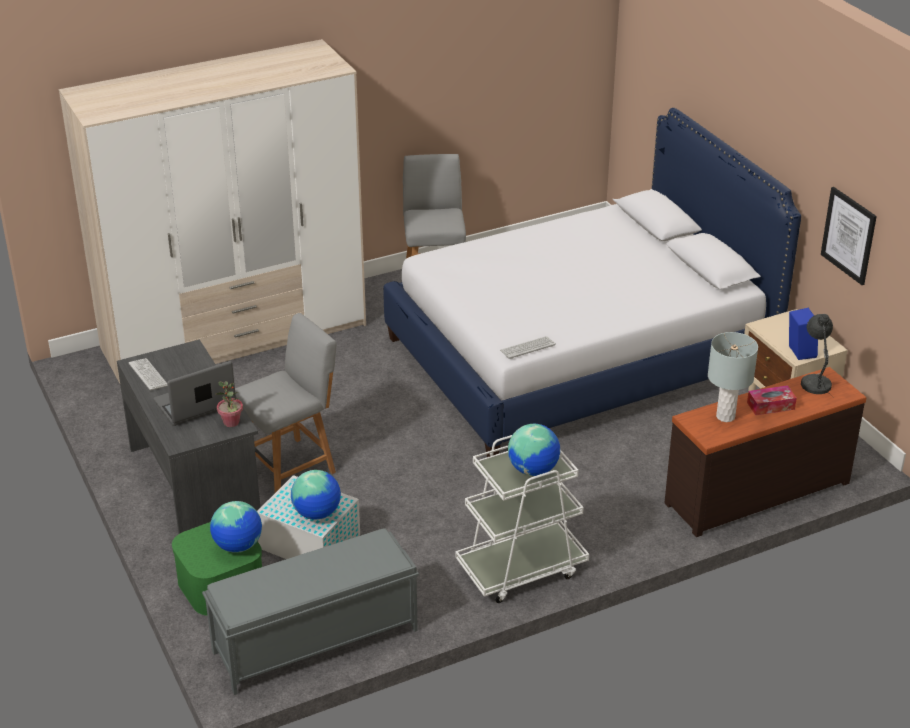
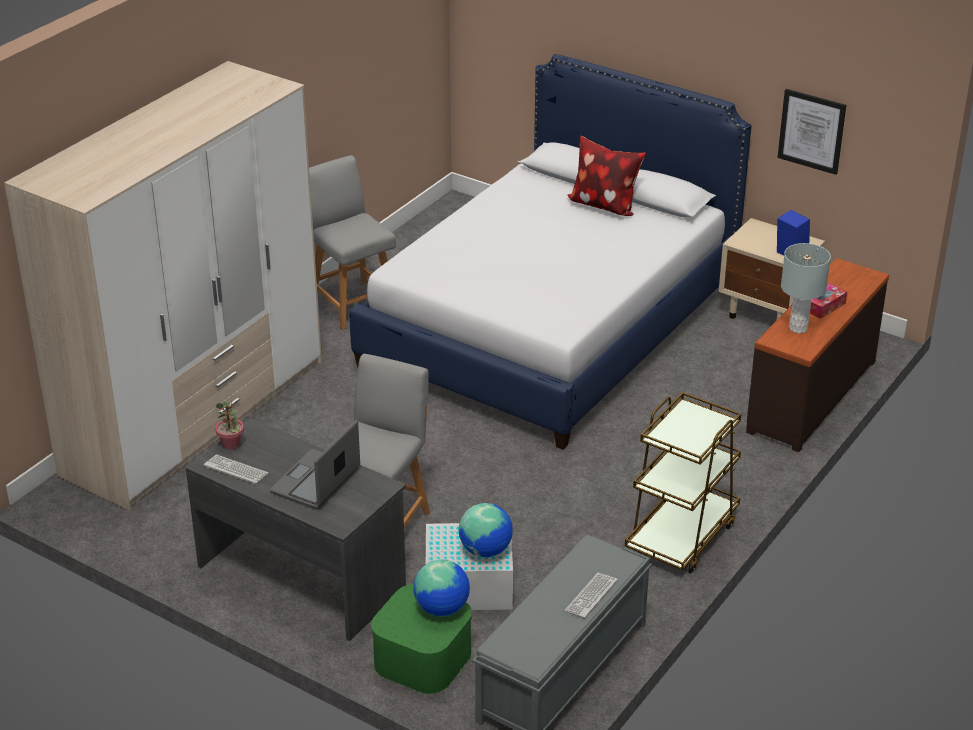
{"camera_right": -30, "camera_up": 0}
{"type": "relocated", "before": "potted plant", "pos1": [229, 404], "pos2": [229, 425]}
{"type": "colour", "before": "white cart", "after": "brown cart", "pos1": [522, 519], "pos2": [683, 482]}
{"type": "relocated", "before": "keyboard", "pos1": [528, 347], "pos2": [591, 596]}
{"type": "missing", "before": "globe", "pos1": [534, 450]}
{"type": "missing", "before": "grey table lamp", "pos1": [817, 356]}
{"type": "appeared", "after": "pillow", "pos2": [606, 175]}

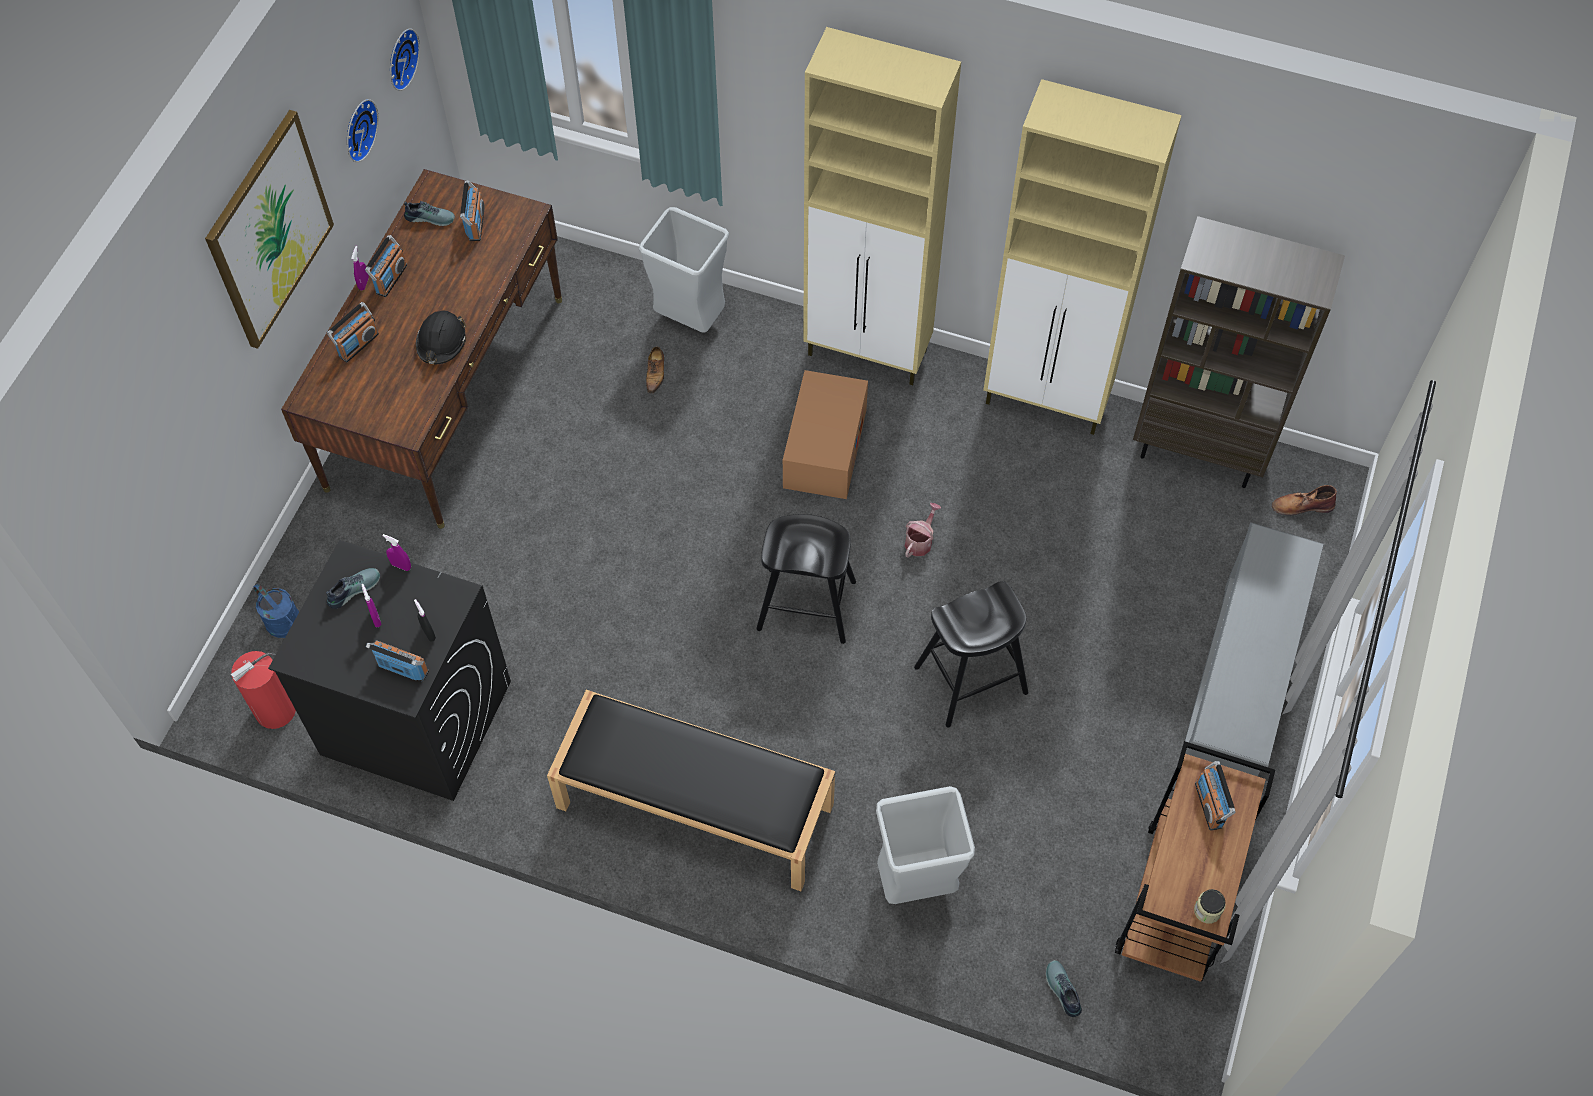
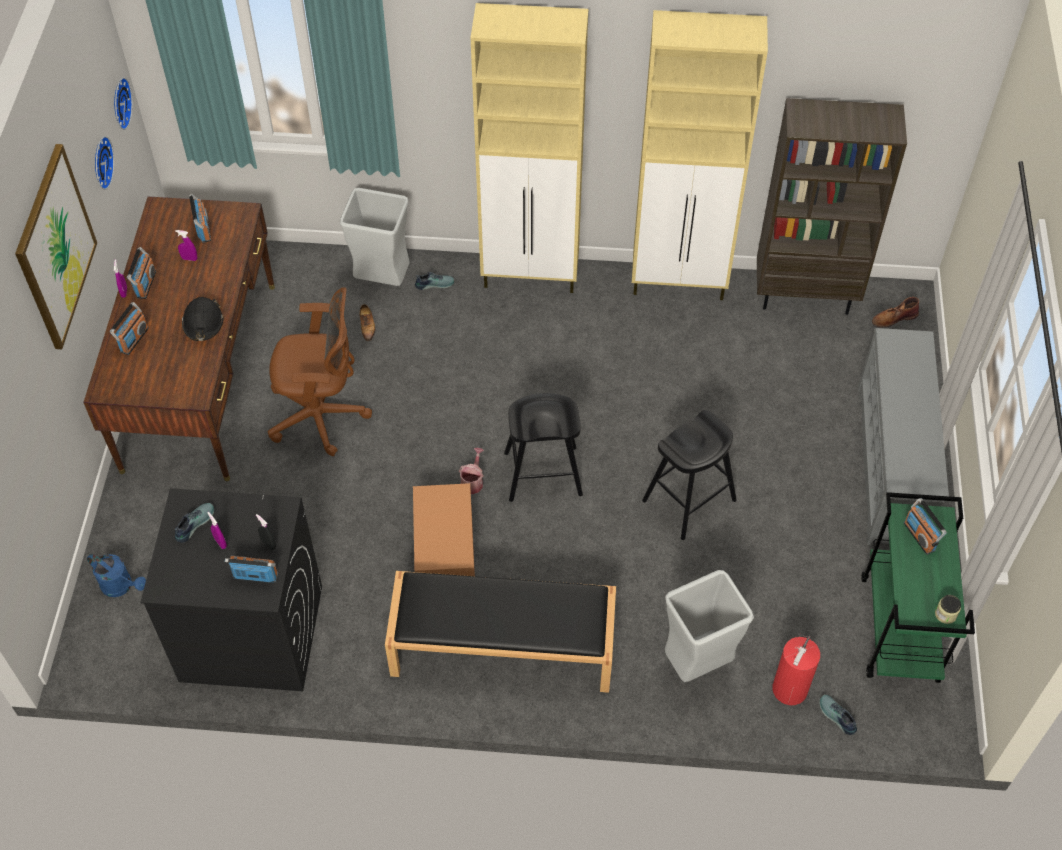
{"camera_right": -15, "camera_up": -5}
{"type": "relocated", "before": "fire extinguisher", "pos1": [263, 690], "pos2": [796, 669]}
{"type": "relocated", "before": "purple spray bottle", "pos1": [396, 552], "pos2": [186, 245]}
{"type": "relocated", "before": "shoe", "pos1": [429, 213], "pos2": [434, 281]}
{"type": "relocated", "before": "cardboard box", "pos1": [825, 434], "pos2": [444, 529]}
{"type": "relocated", "before": "watering can", "pos1": [923, 530], "pos2": [471, 471]}
{"type": "colour", "before": "brown cart", "after": "green cart", "pos1": [1195, 861], "pos2": [918, 587]}
{"type": "appeared", "after": "brown office chair", "pos2": [319, 371]}

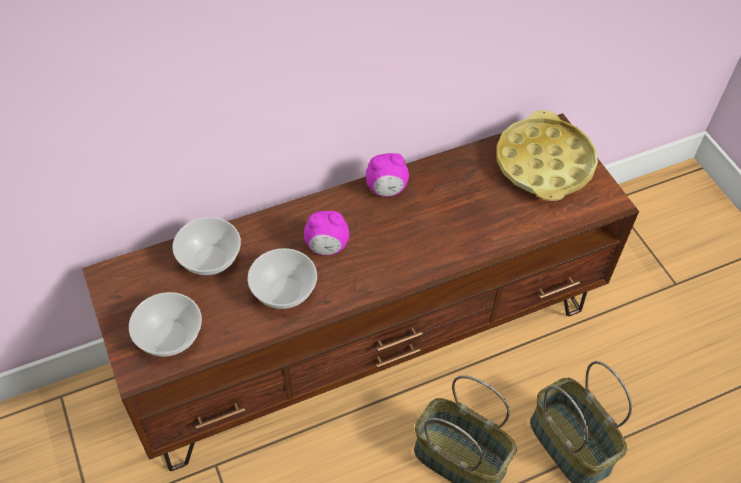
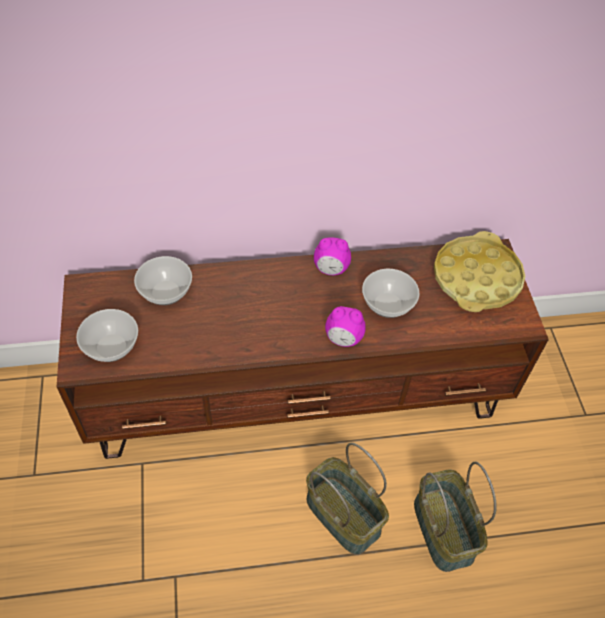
{"camera_right": 15, "camera_up": 0}
{"type": "relocated", "before": "bowl", "pos1": [282, 278], "pos2": [391, 293]}
{"type": "relocated", "before": "alarm clock", "pos1": [326, 233], "pos2": [345, 326]}

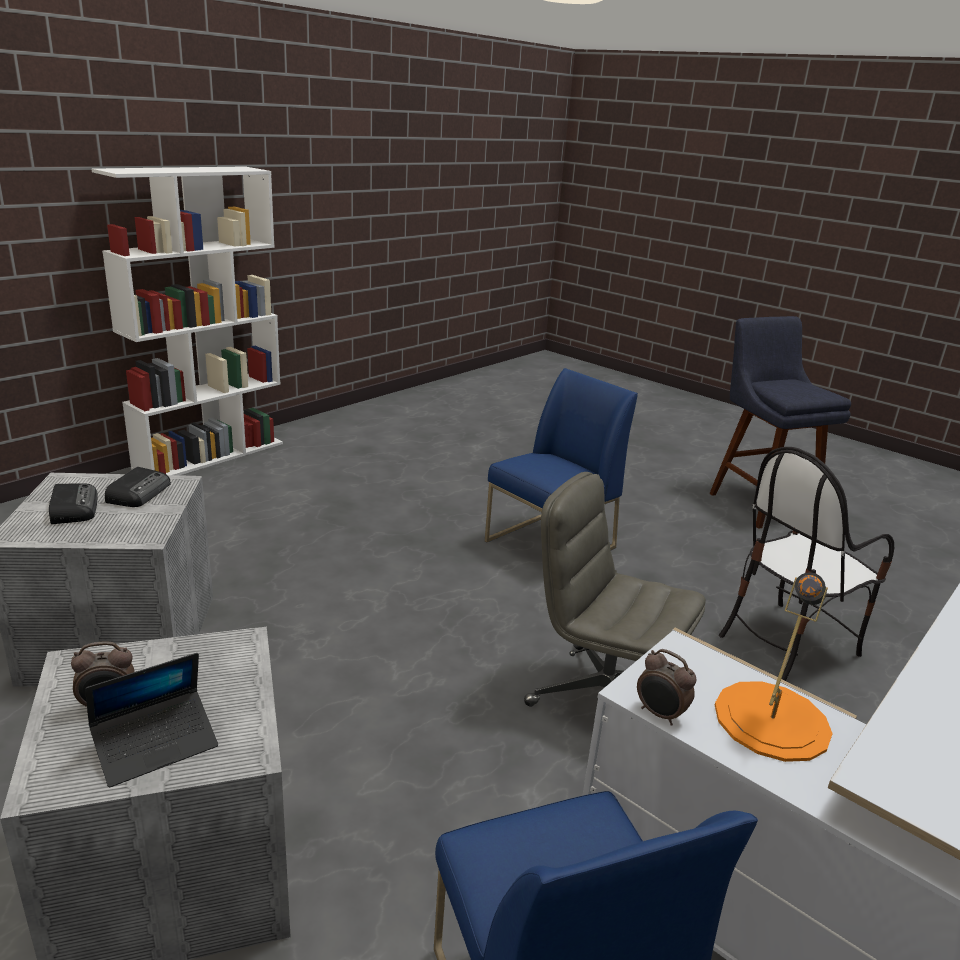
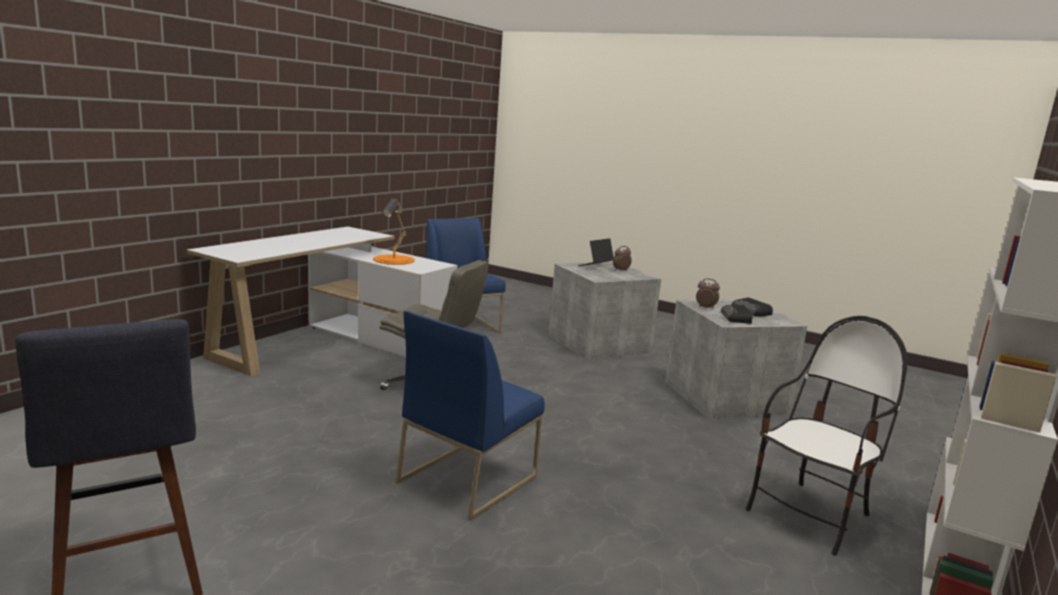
{"camera_right": 170, "camera_up": -10}
{"type": "relocated", "before": "alarm clock", "pos1": [666, 687], "pos2": [708, 293]}
{"type": "relocated", "before": "chair", "pos1": [806, 564], "pos2": [827, 436]}

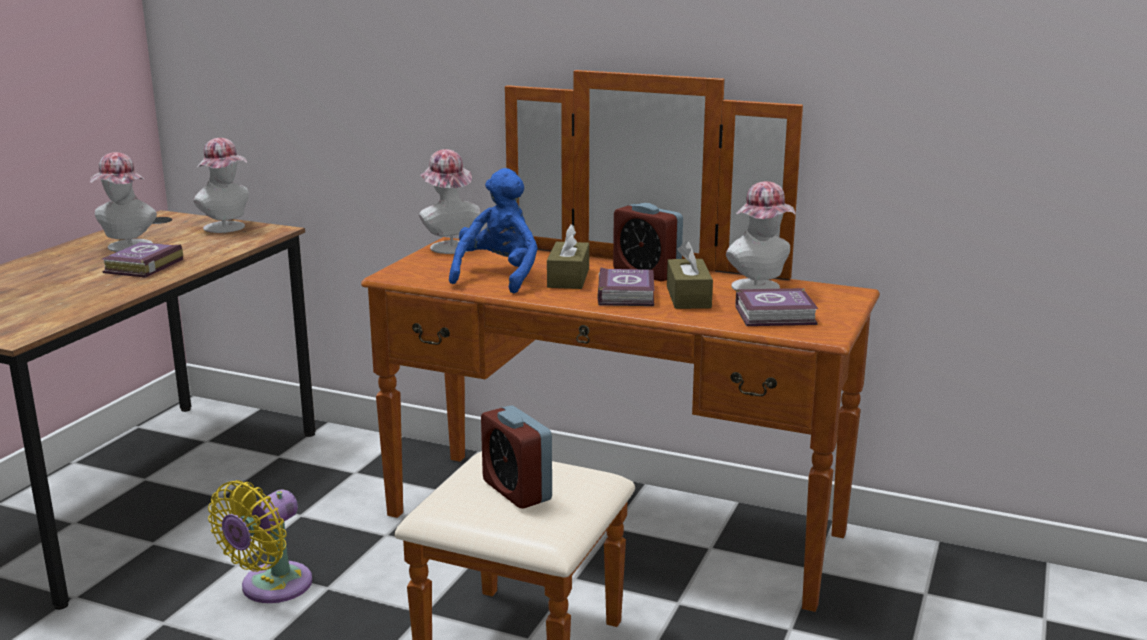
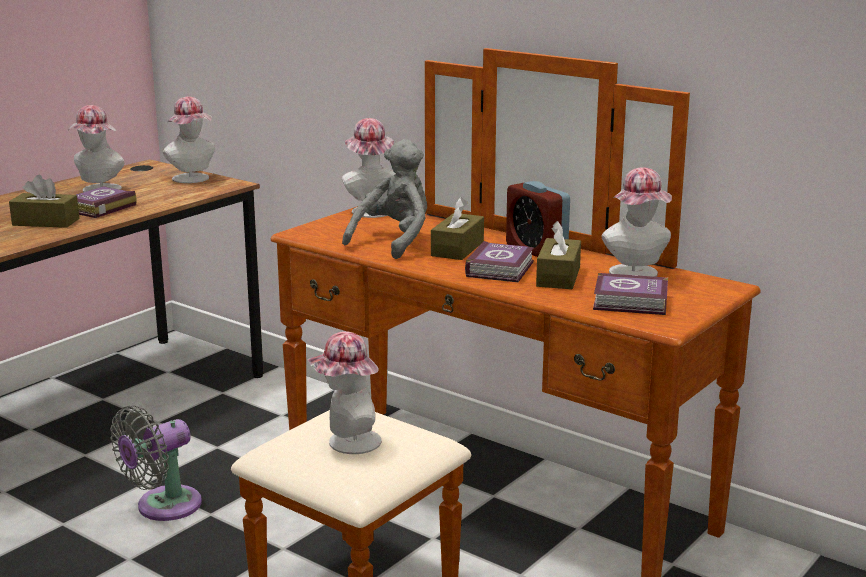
{"camera_right": 15, "camera_up": 0}
{"type": "colour", "before": "yellow fan", "after": "grey fan", "pos1": [260, 541], "pos2": [156, 463]}
{"type": "colour", "before": "blue plush toy", "after": "grey plush toy", "pos1": [493, 230], "pos2": [384, 199]}
{"type": "exchanged", "before": "alarm clock", "after": "hat", "pos1": [516, 457], "pos2": [344, 392]}
{"type": "appeared", "after": "brown tissue box", "pos2": [44, 201]}

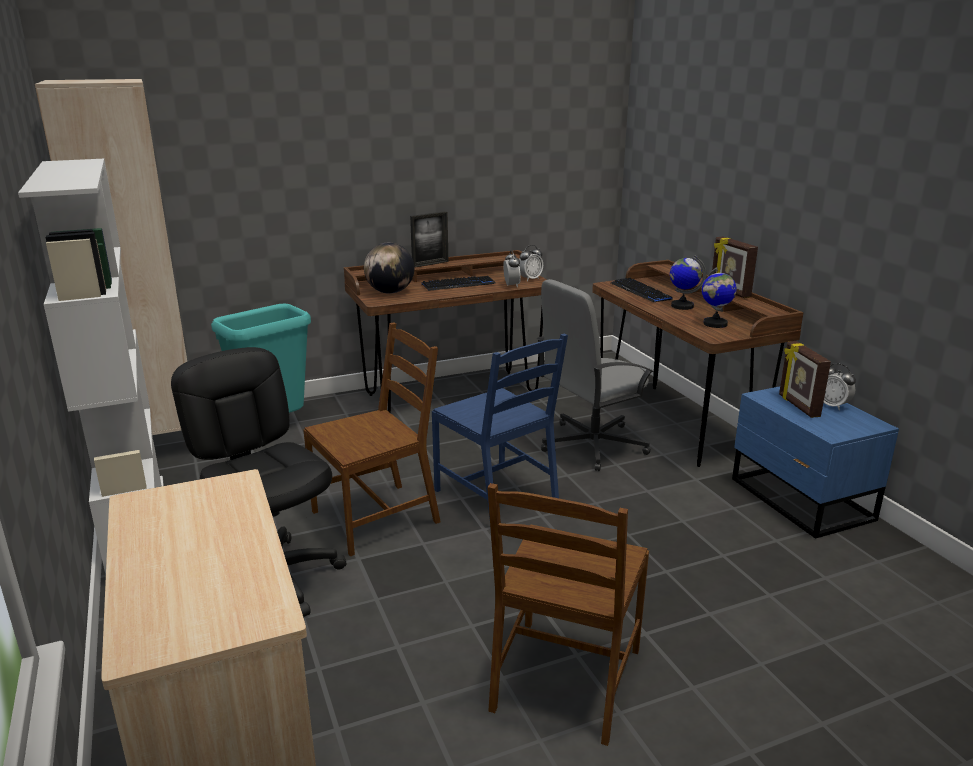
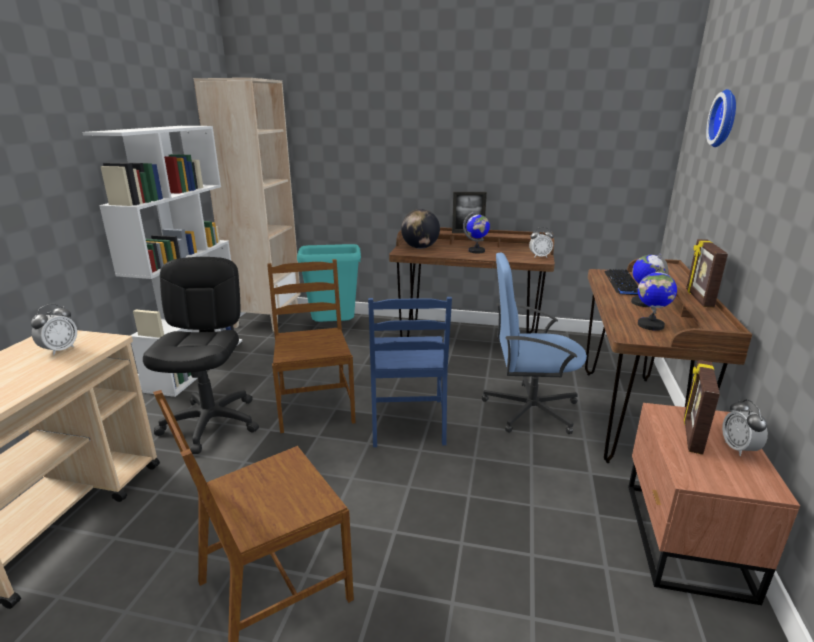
{"camera_right": 35, "camera_up": 0}
{"type": "spun", "before": "brown chair", "pos1": [372, 439], "pos2": [311, 346], "turn": -105}
{"type": "exchanged", "before": "keyboard", "after": "globe", "pos1": [458, 283], "pos2": [476, 232]}
{"type": "relocated", "before": "alarm clock", "pos1": [512, 269], "pos2": [54, 329]}
{"type": "colour", "before": "grey office chair", "after": "blue office chair", "pos1": [595, 375], "pos2": [534, 343]}
{"type": "colour", "before": "blue nightstand", "after": "brown nightstand", "pos1": [815, 462], "pos2": [714, 504]}
{"type": "appeared", "after": "wall clock", "pos2": [721, 118]}

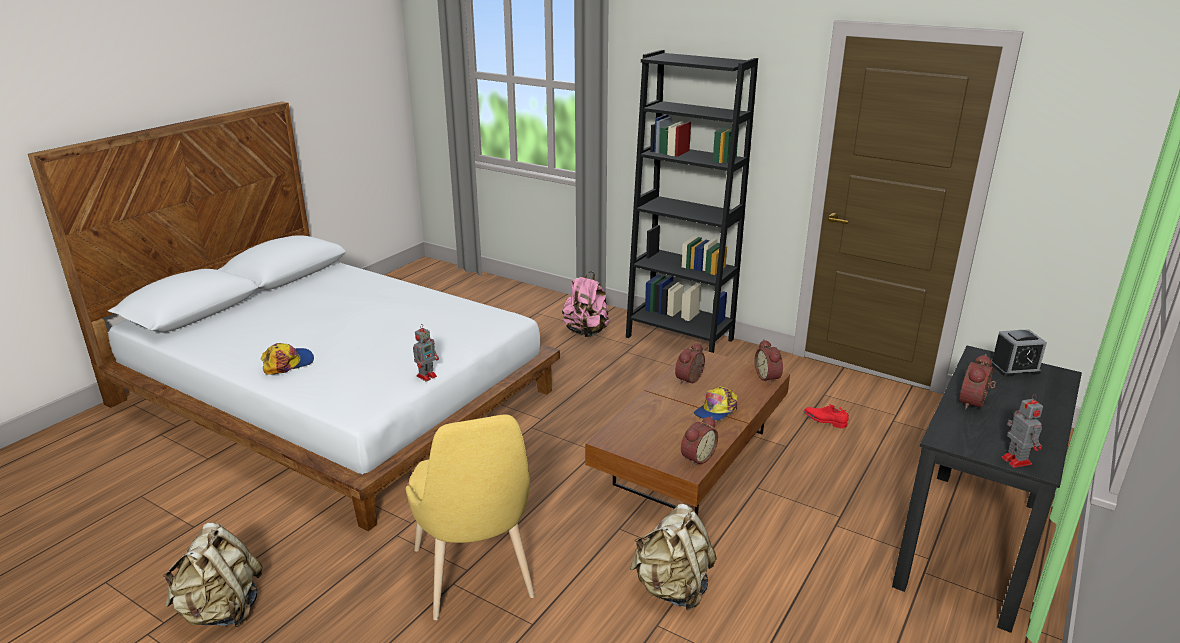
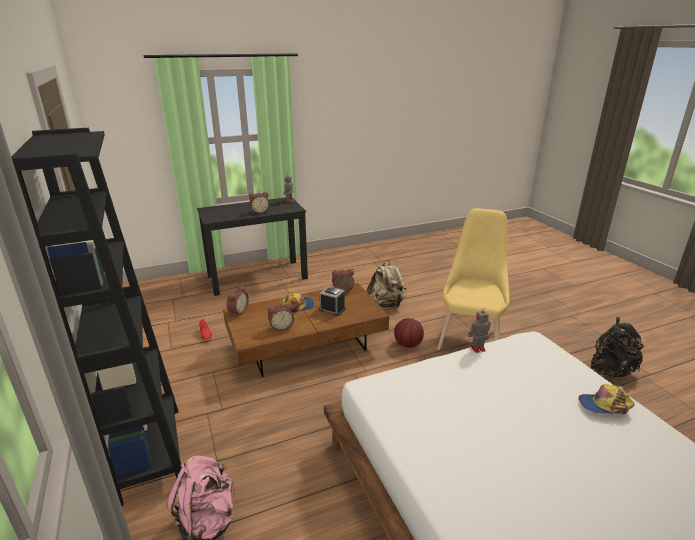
{"camera_right": -145, "camera_up": 0}
{"type": "colour", "before": "beige backpack", "after": "black backpack", "pos1": [213, 575], "pos2": [618, 347]}
{"type": "relocated", "before": "alarm clock", "pos1": [1019, 353], "pos2": [332, 301]}
{"type": "appeared", "after": "basketball", "pos2": [409, 333]}

